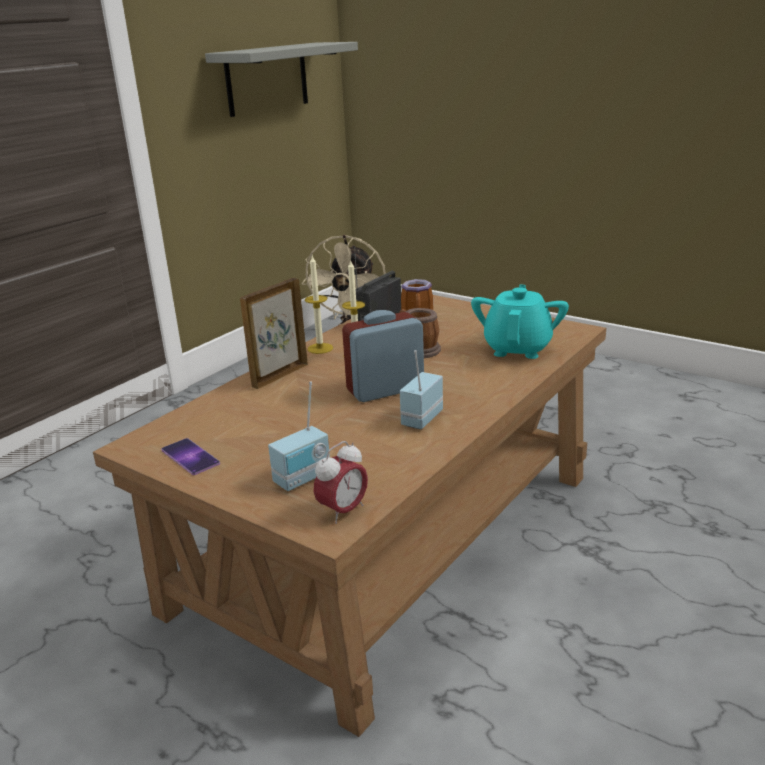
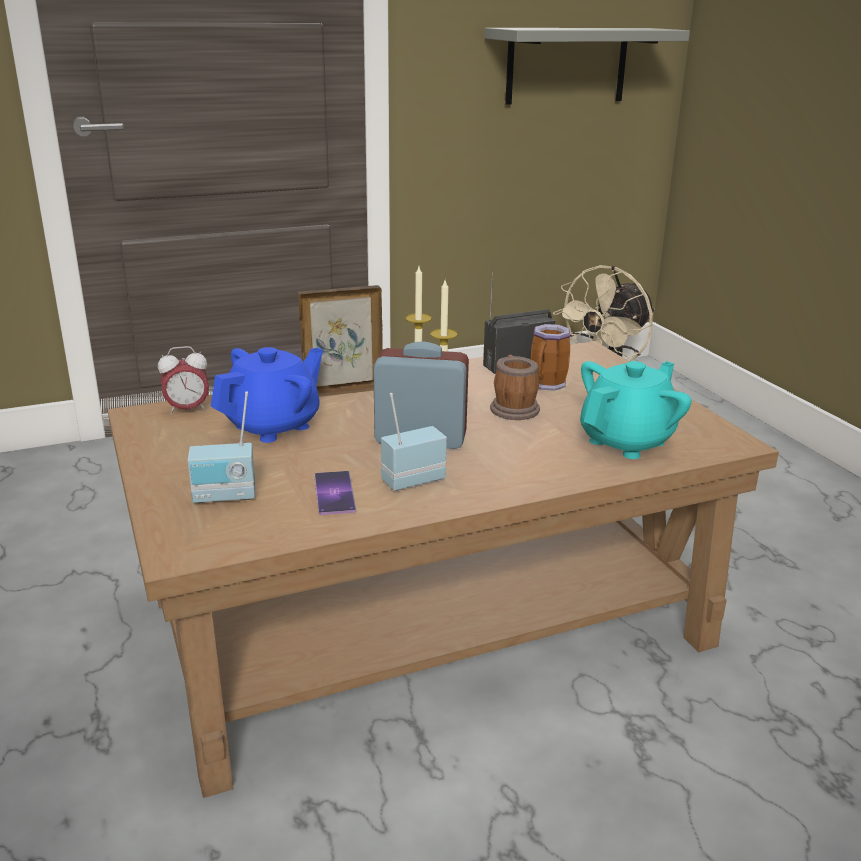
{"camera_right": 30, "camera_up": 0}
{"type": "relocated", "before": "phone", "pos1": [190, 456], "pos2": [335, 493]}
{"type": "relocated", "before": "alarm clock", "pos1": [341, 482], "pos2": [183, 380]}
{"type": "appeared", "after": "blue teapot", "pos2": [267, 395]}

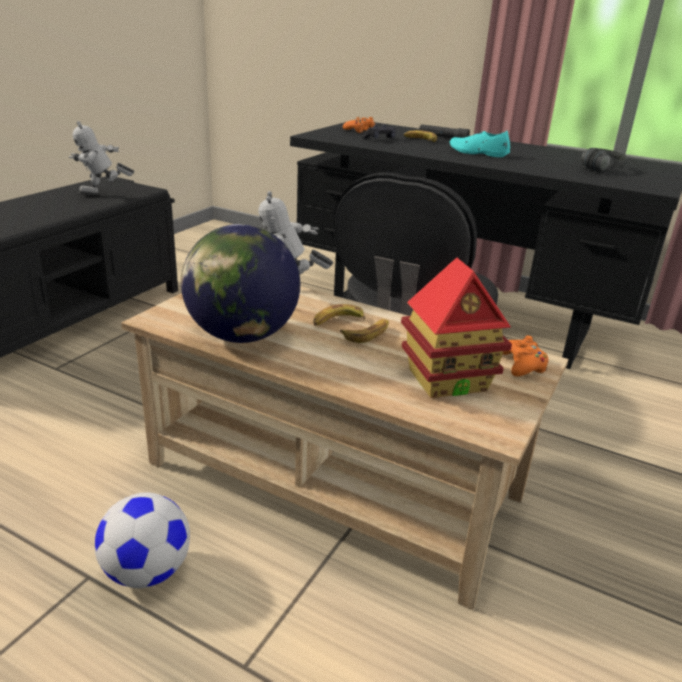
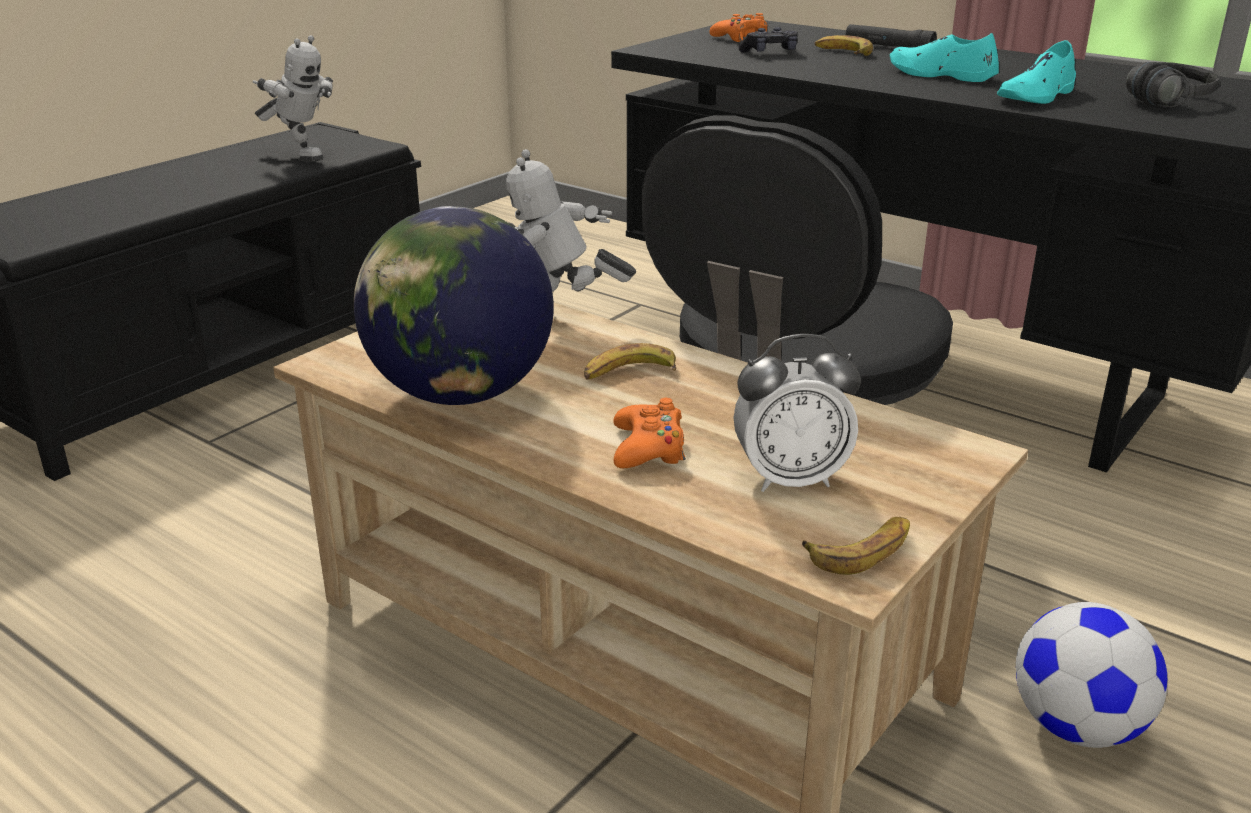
{"camera_right": 10, "camera_up": 0}
{"type": "spun", "before": "toy robot", "pos1": [102, 158], "pos2": [293, 98], "turn": -135}
{"type": "relocated", "before": "football", "pos1": [142, 540], "pos2": [1091, 675]}
{"type": "relocated", "before": "banana", "pos1": [364, 331], "pos2": [856, 546]}
{"type": "exchanged", "before": "toy house", "after": "alarm clock", "pos1": [456, 328], "pos2": [797, 413]}
{"type": "relocated", "before": "orange game controller", "pos1": [525, 356], "pos2": [649, 433]}
{"type": "appeared", "after": "turquoise shoe", "pos2": [1036, 72]}

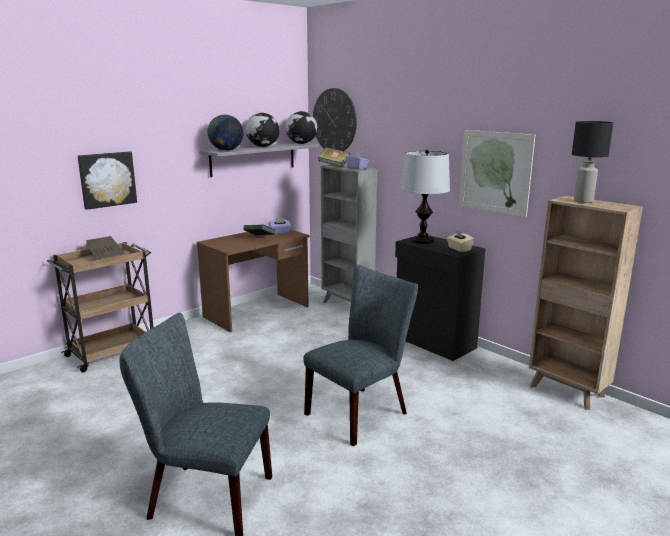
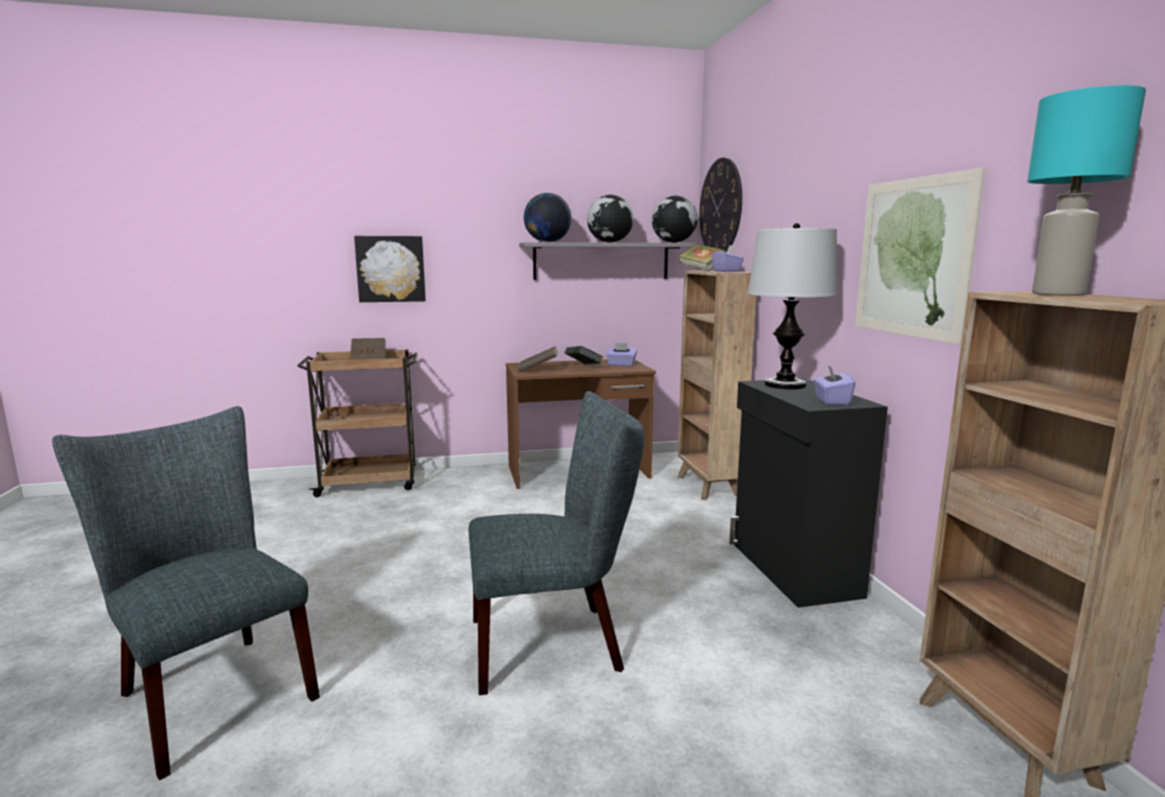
{"camera_right": 30, "camera_up": -5}
{"type": "colour", "before": "grey bookcase", "after": "brown bookcase", "pos1": [349, 233], "pos2": [716, 385]}
{"type": "colour", "before": "beige tissue box", "after": "purple tissue box", "pos1": [460, 240], "pos2": [834, 385]}
{"type": "colour", "before": "black table lamp", "after": "turquoise table lamp", "pos1": [592, 162], "pos2": [1086, 190]}
{"type": "appeared", "after": "brown book", "pos2": [538, 359]}

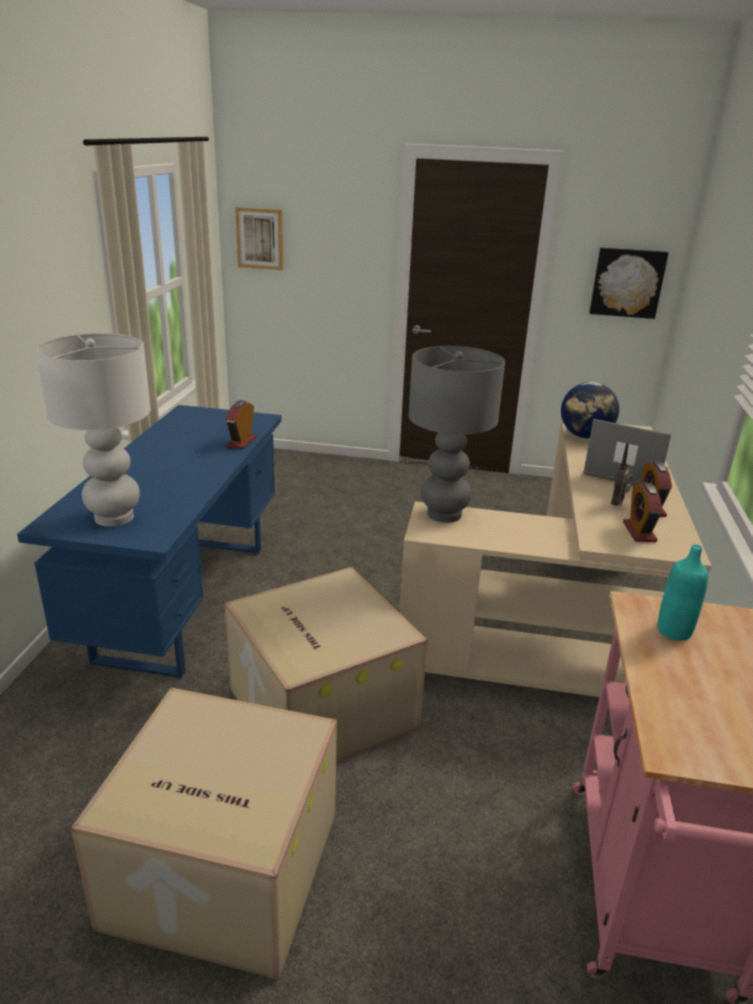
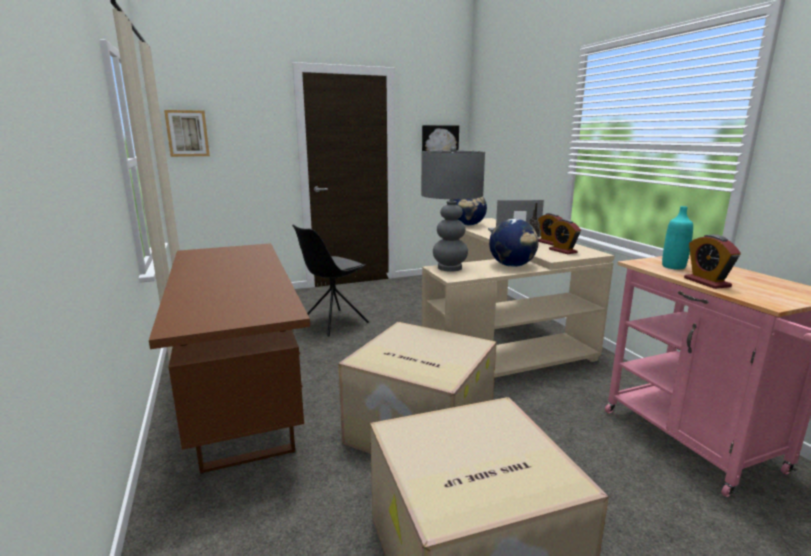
{"camera_right": -30, "camera_up": -10}
{"type": "colour", "before": "blue desk", "after": "brown desk", "pos1": [149, 542], "pos2": [229, 358]}
{"type": "missing", "before": "white table lamp", "pos1": [93, 430]}
{"type": "relocated", "before": "alarm clock", "pos1": [241, 424], "pos2": [712, 261]}
{"type": "appeared", "after": "black chair", "pos2": [330, 280]}
{"type": "appeared", "after": "globe", "pos2": [514, 243]}

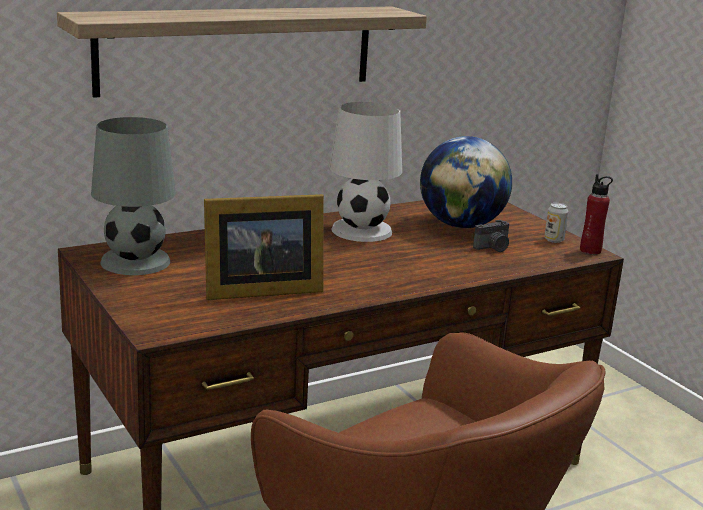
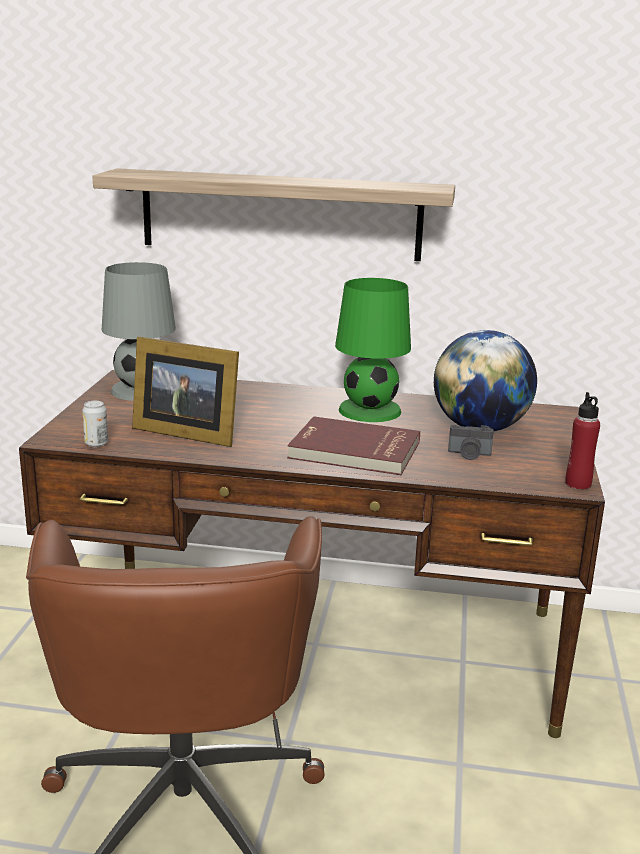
{"camera_right": 40, "camera_up": 0}
{"type": "colour", "before": "white table lamp", "after": "green table lamp", "pos1": [365, 172], "pos2": [373, 350]}
{"type": "relocated", "before": "can", "pos1": [556, 223], "pos2": [95, 424]}
{"type": "appeared", "after": "red book", "pos2": [353, 445]}

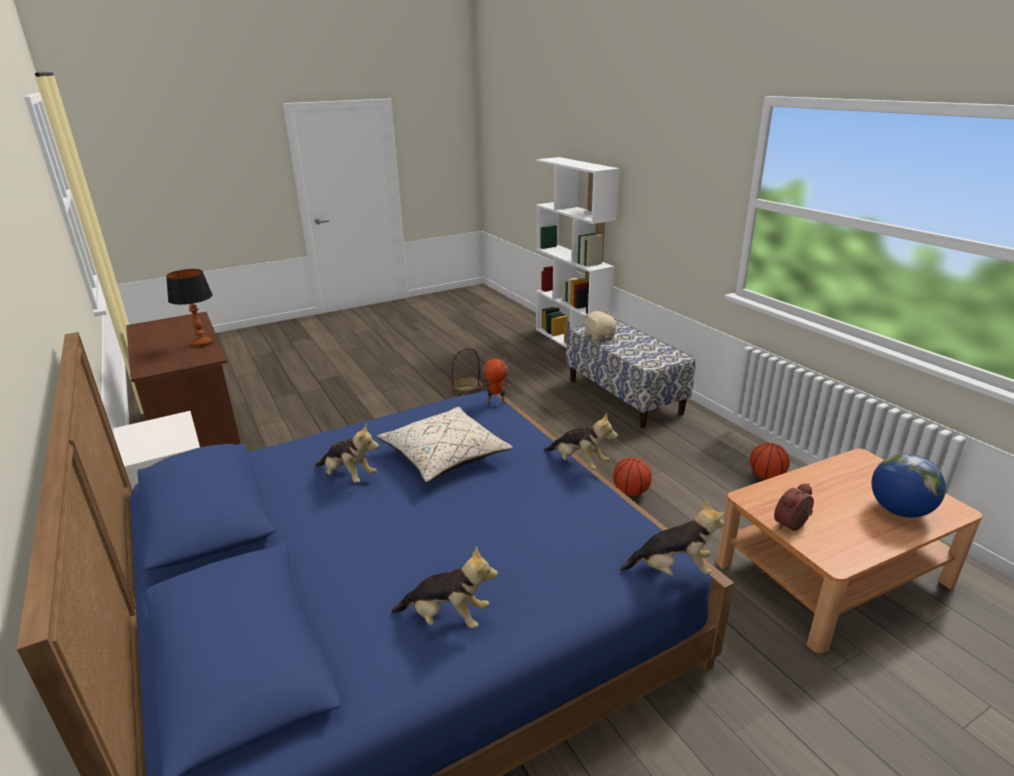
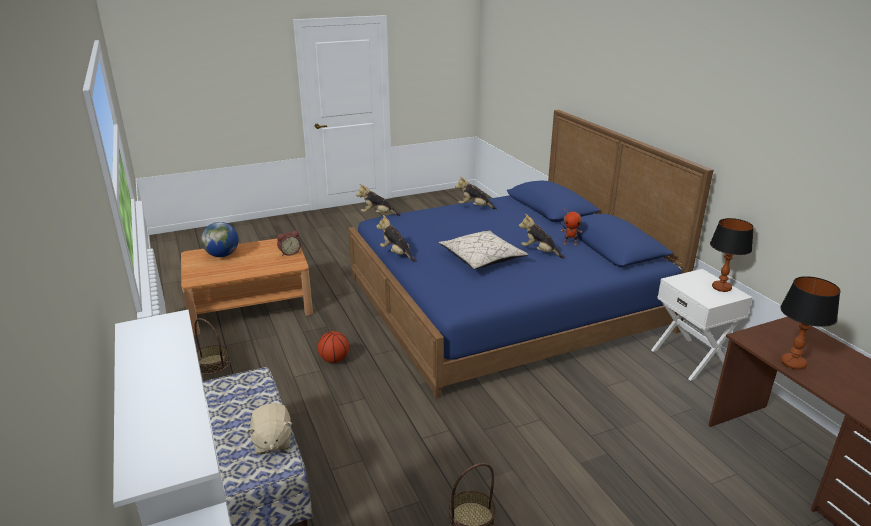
{"camera_right": -175, "camera_up": 0}
{"type": "relocated", "before": "toy robot", "pos1": [496, 380], "pos2": [571, 227]}
{"type": "exchanged", "before": "basketball", "after": "basket", "pos1": [770, 461], "pos2": [212, 346]}
{"type": "appeared", "after": "table lamp", "pos2": [732, 255]}

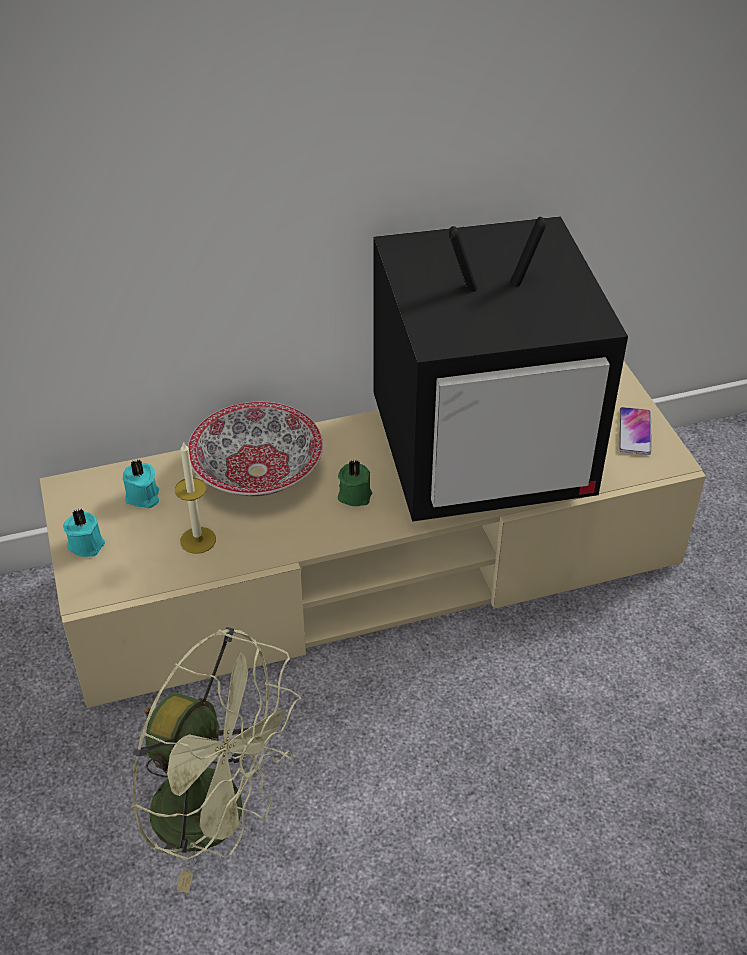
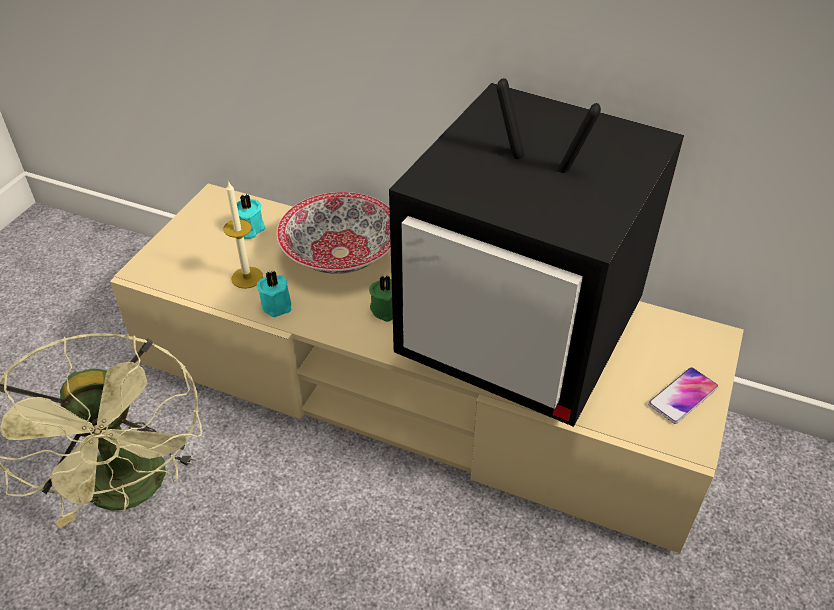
{"camera_right": 40, "camera_up": 0}
{"type": "relocated", "before": "turquoise candle", "pos1": [84, 533], "pos2": [274, 294]}

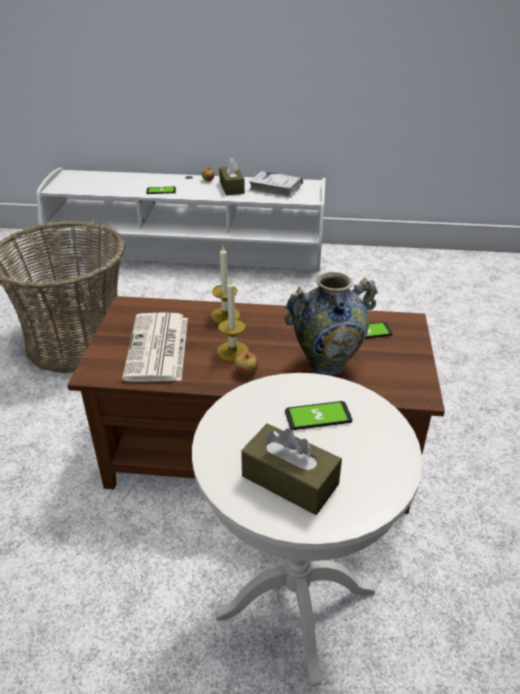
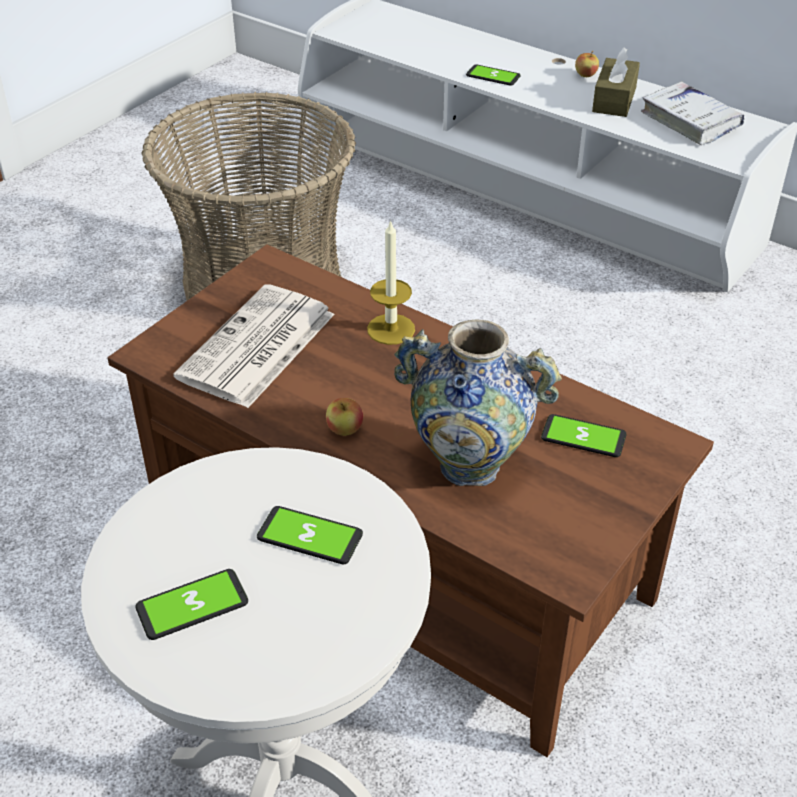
{"camera_right": 30, "camera_up": 5}
{"type": "missing", "before": "candle", "pos1": [232, 319]}
{"type": "exchanged", "before": "brown tissue box", "after": "phone", "pos1": [291, 469], "pos2": [191, 604]}

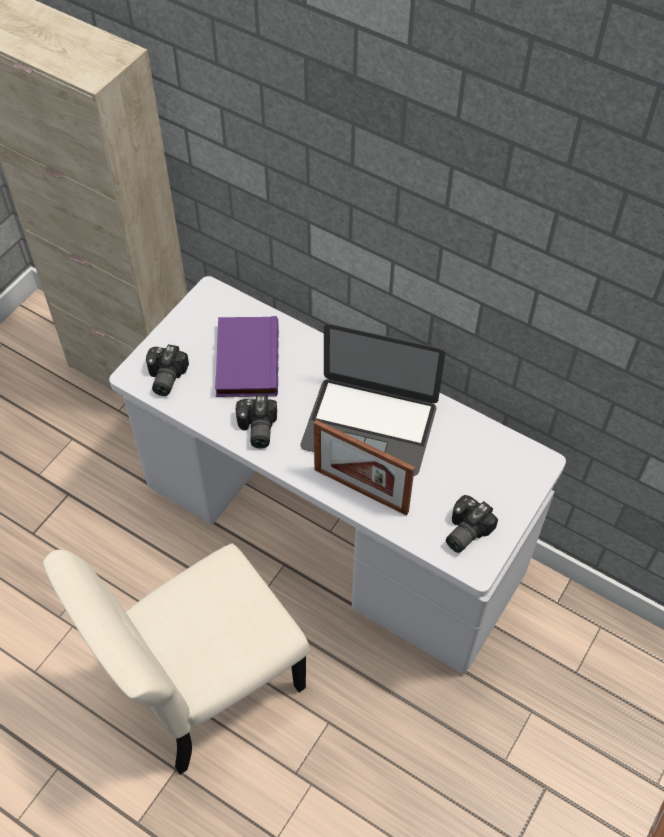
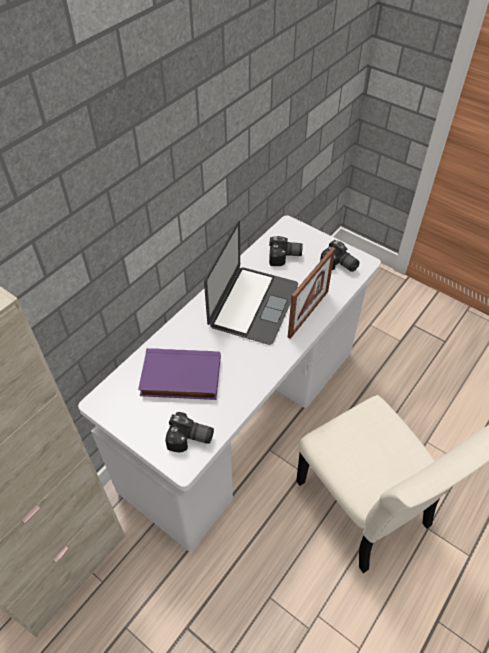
{"camera_right": -85, "camera_up": -5}
{"type": "relocated", "before": "photo camera", "pos1": [256, 422], "pos2": [286, 251]}

